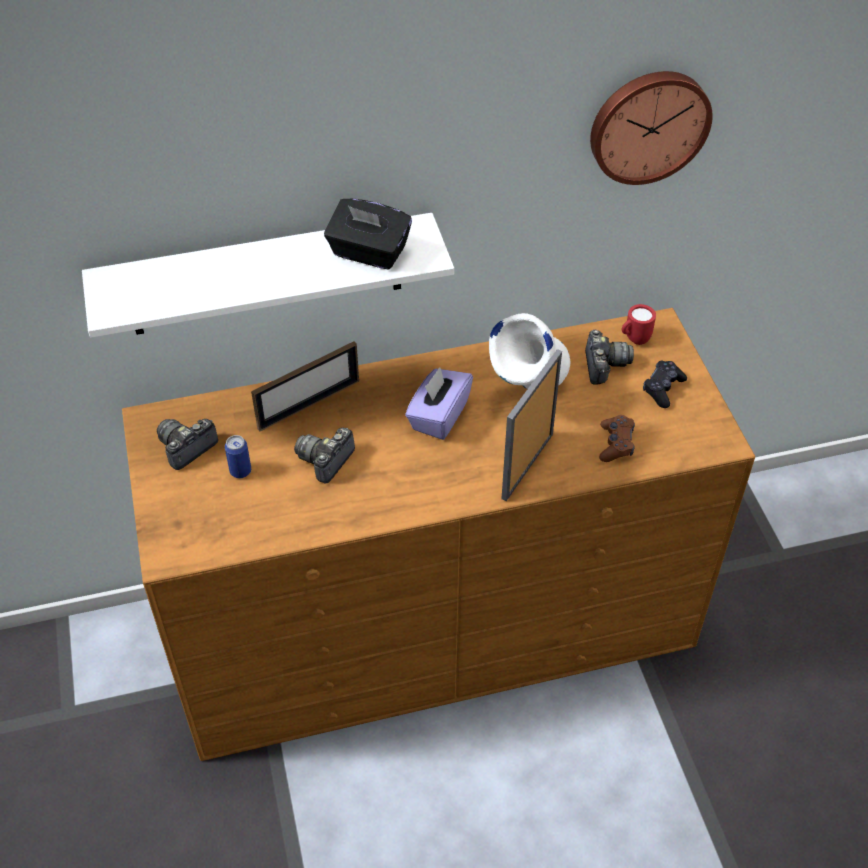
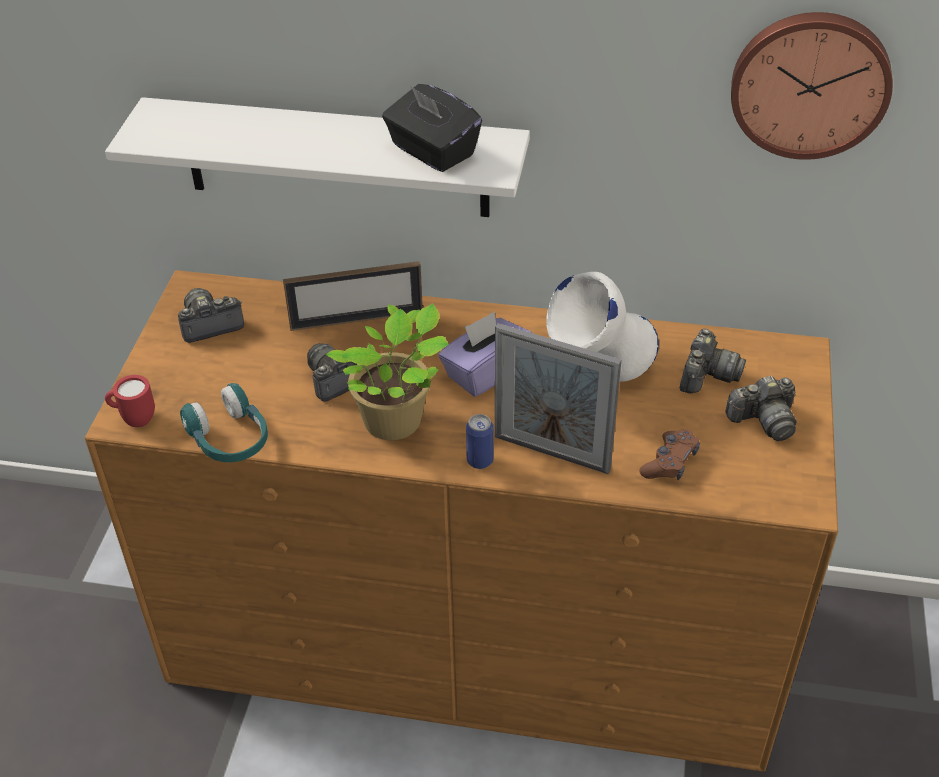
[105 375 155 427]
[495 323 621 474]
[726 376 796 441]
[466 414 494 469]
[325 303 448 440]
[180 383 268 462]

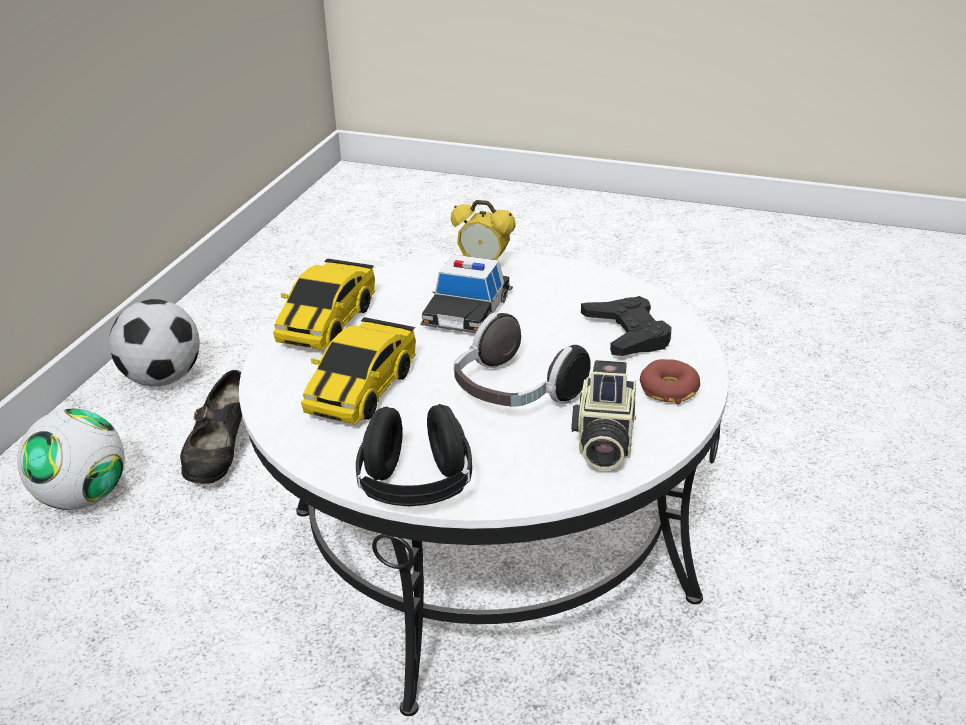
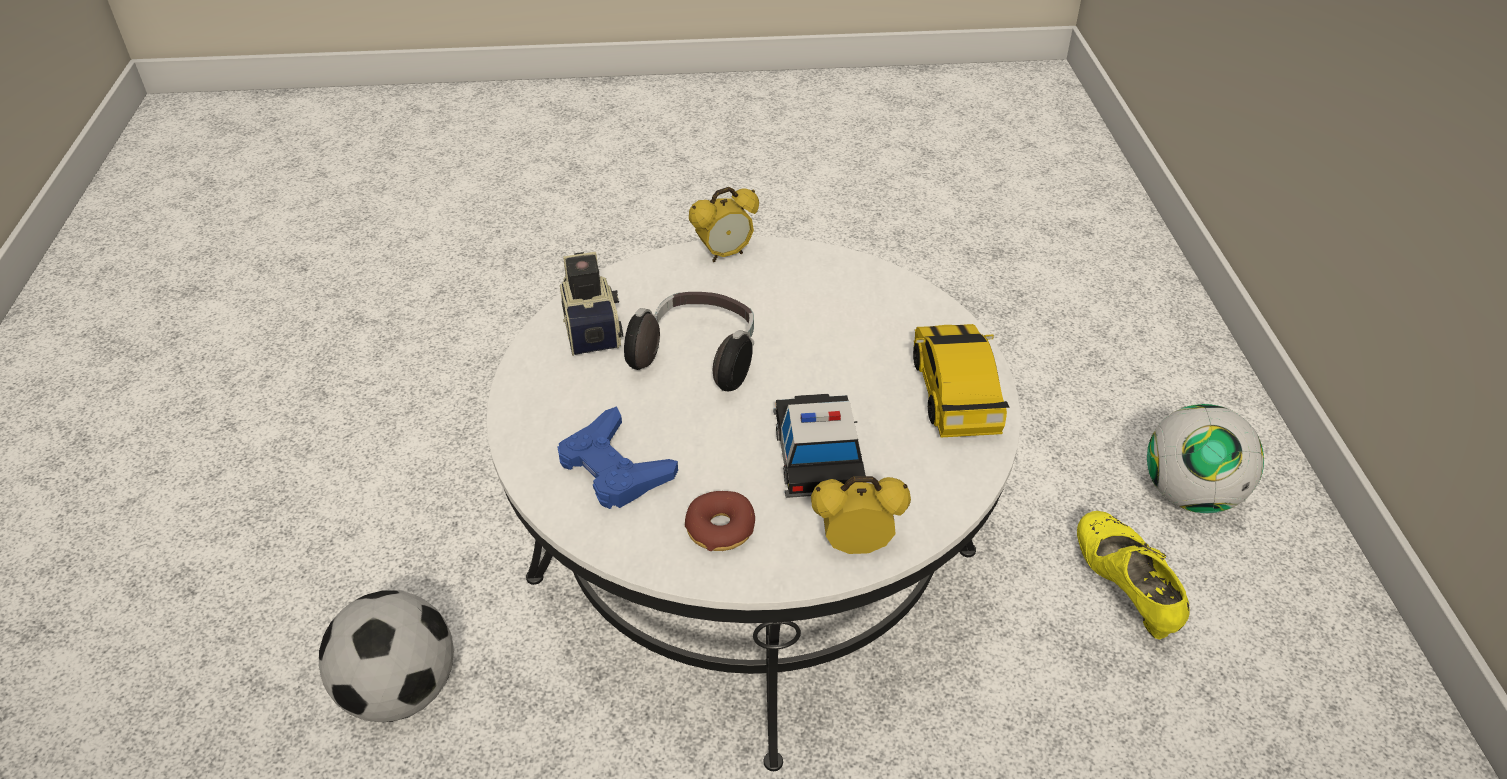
[557 406 678 509]
[319 590 454 722]
[301 317 416 425] (first image)
[685 491 755 551]
[1077 511 1190 639]
[689 187 759 262]

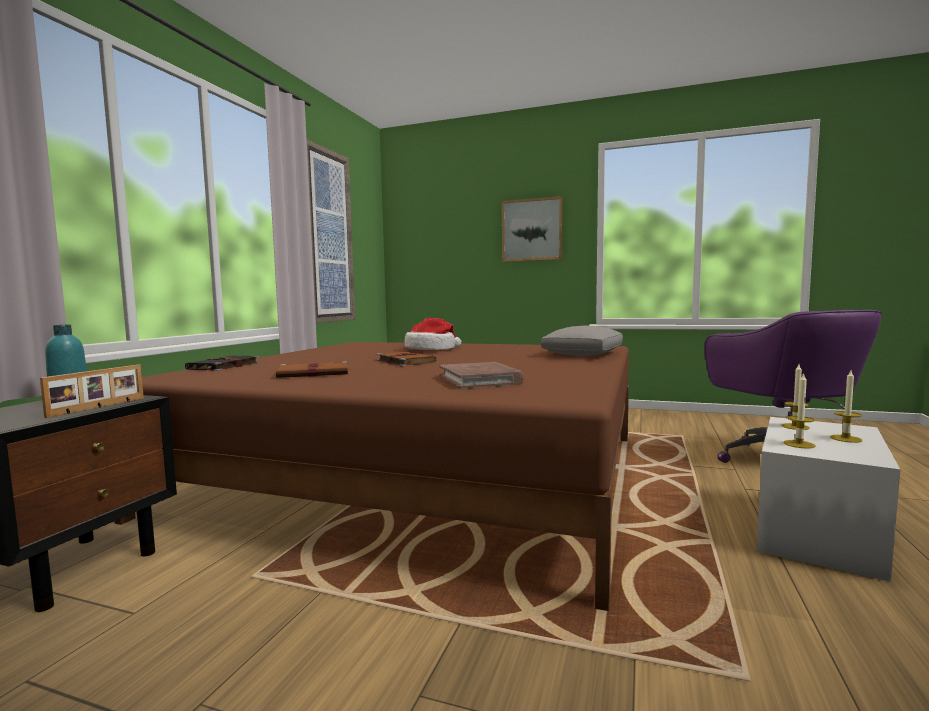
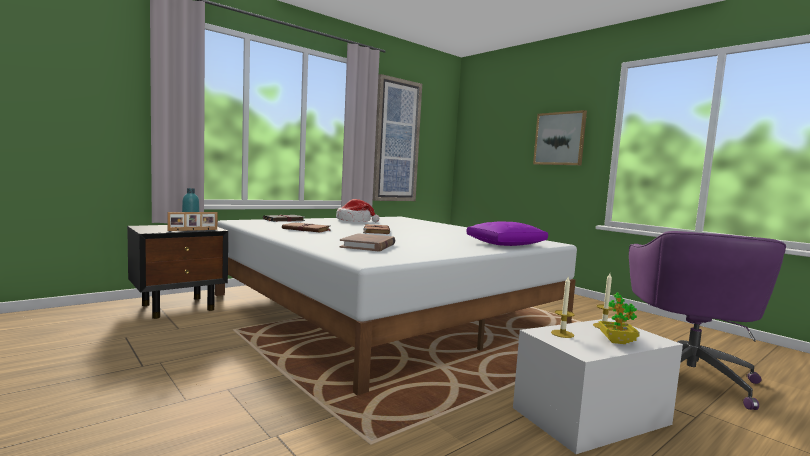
[336 199 379 222]
[466 221 548 246]
[215 217 577 396]
[598 293 640 344]

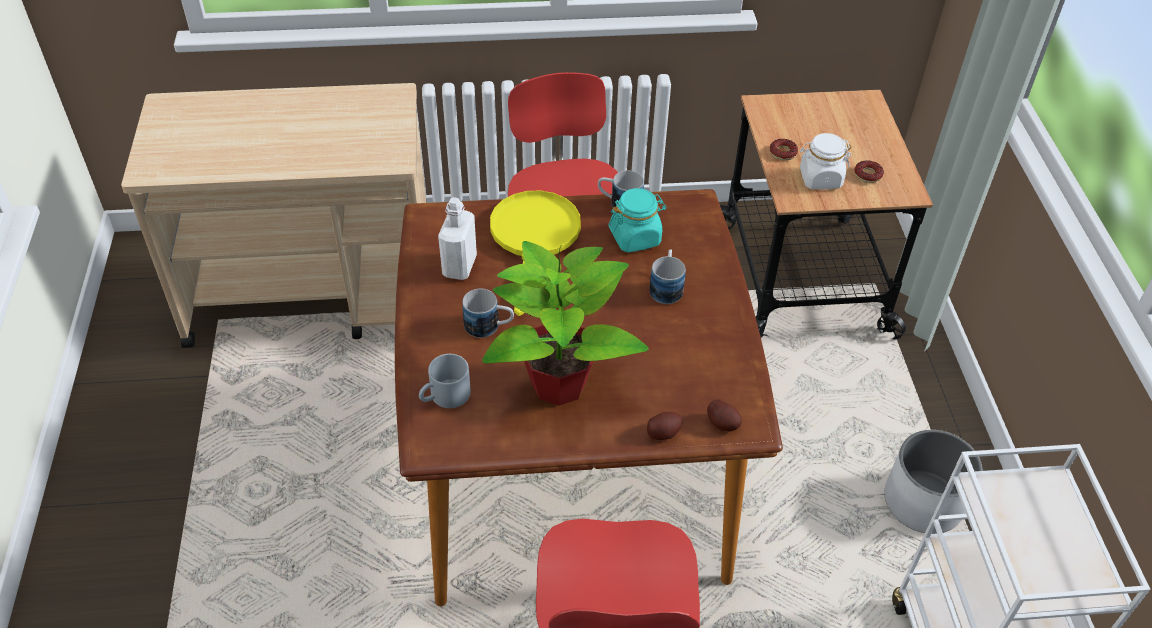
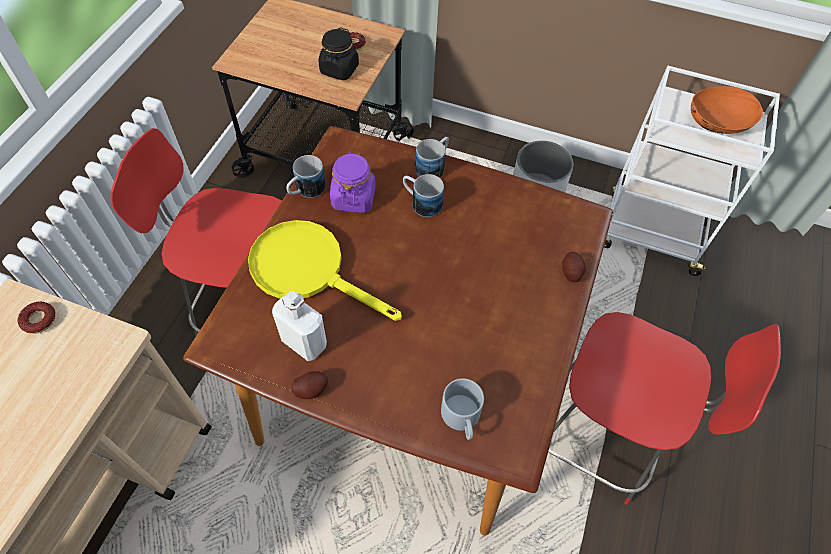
[318 27 359 80]
[18 302 56 334]
[330 152 376 213]
[482 241 649 406] (first image)
[415 137 449 178]
[292 371 328 399]
[691 86 763 134]

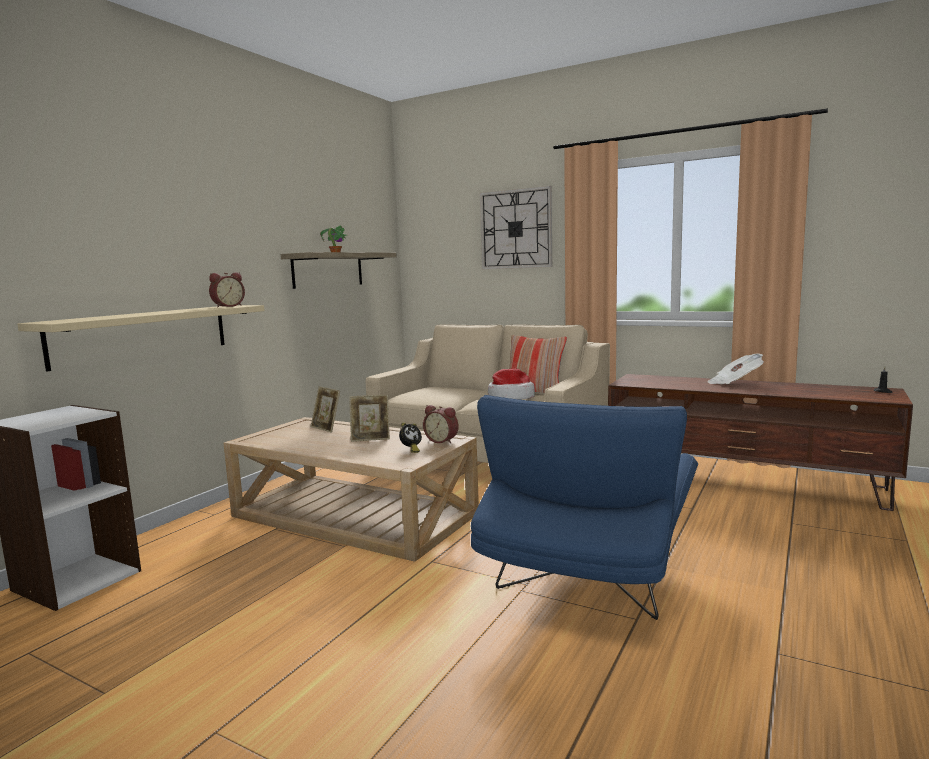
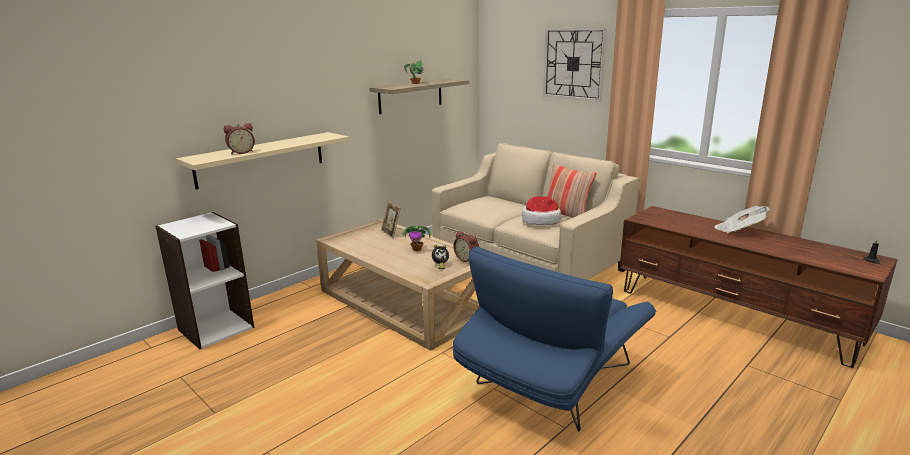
[224 123 255 155]
[402 225 431 251]

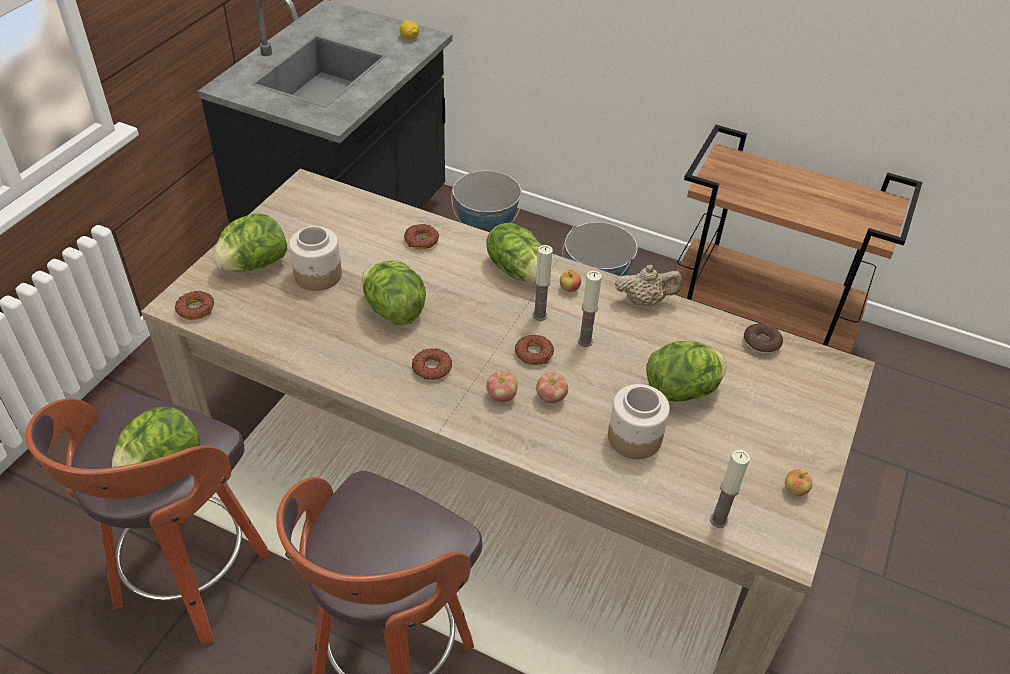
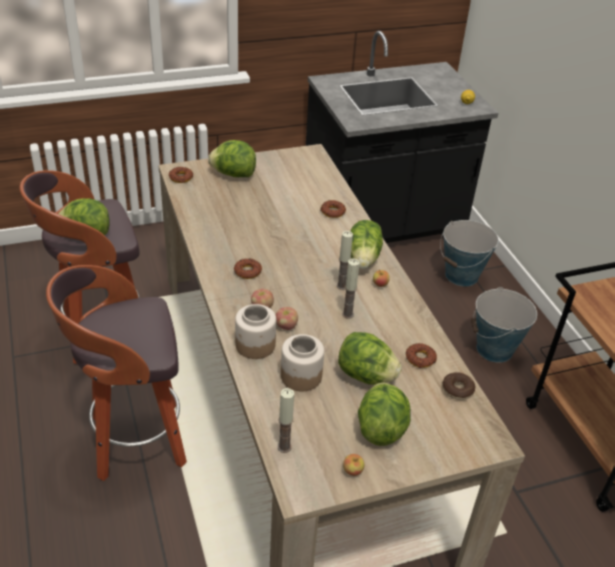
[235 304 276 359]
[358 383 411 446]
[615 265 683 306] (first image)
[406 343 437 368]

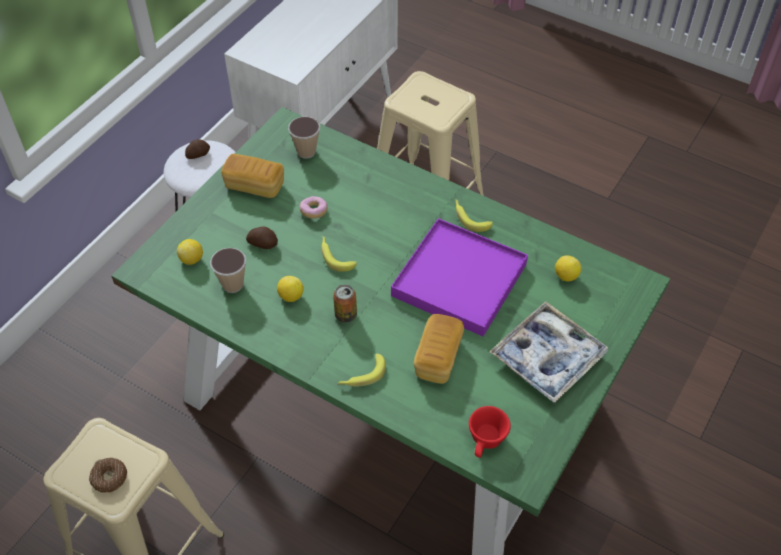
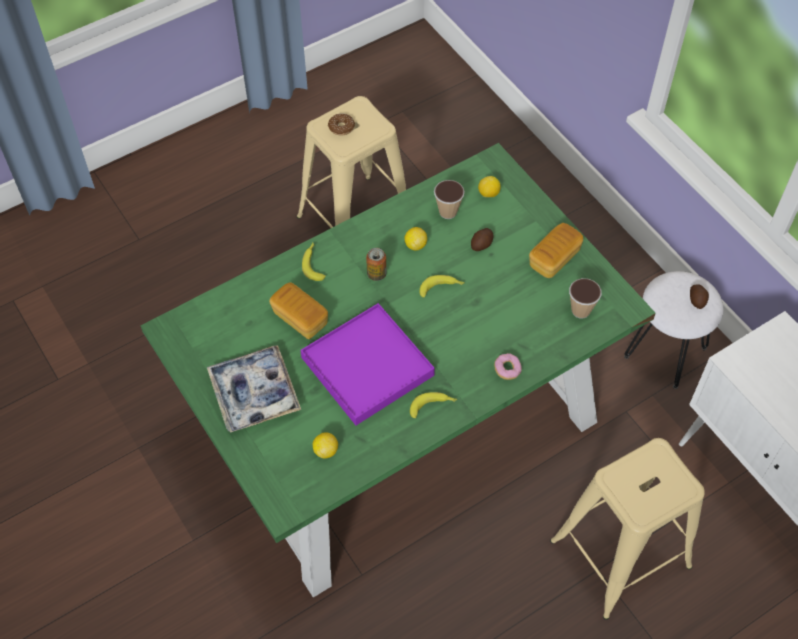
[494 353 522 380]
[469 406 511 458] (first image)

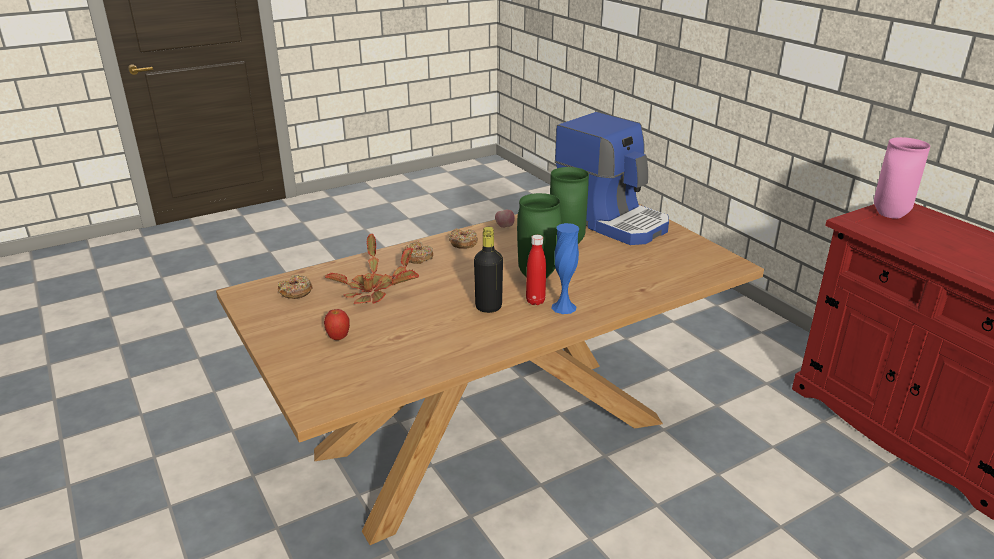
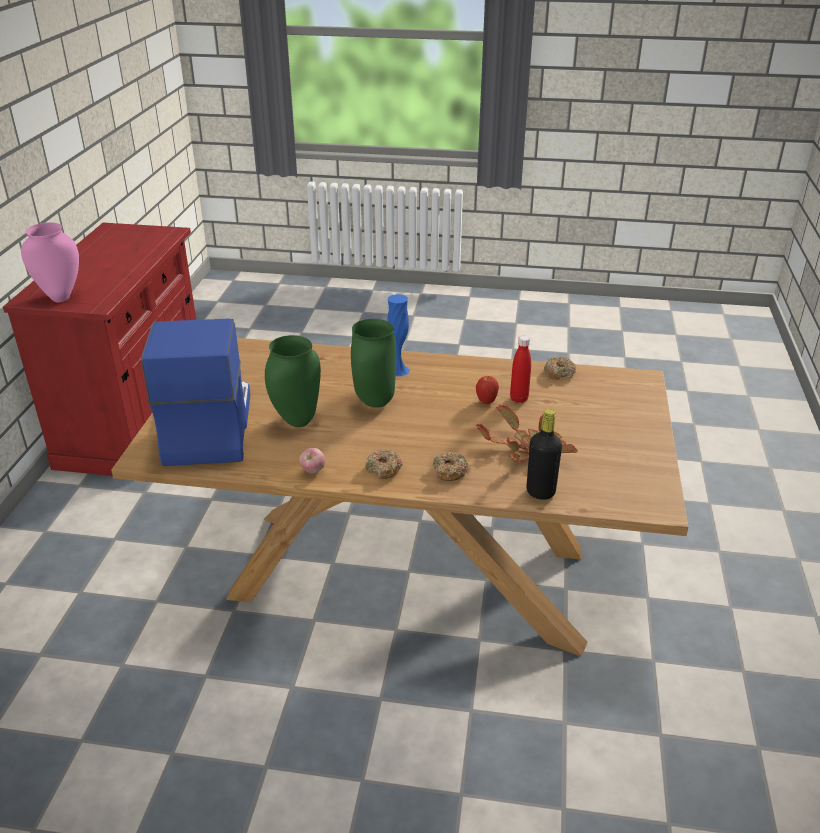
[526 409 562 500]
[510 336 531 403]
[544 356 576 380]
[476 376 499 404]

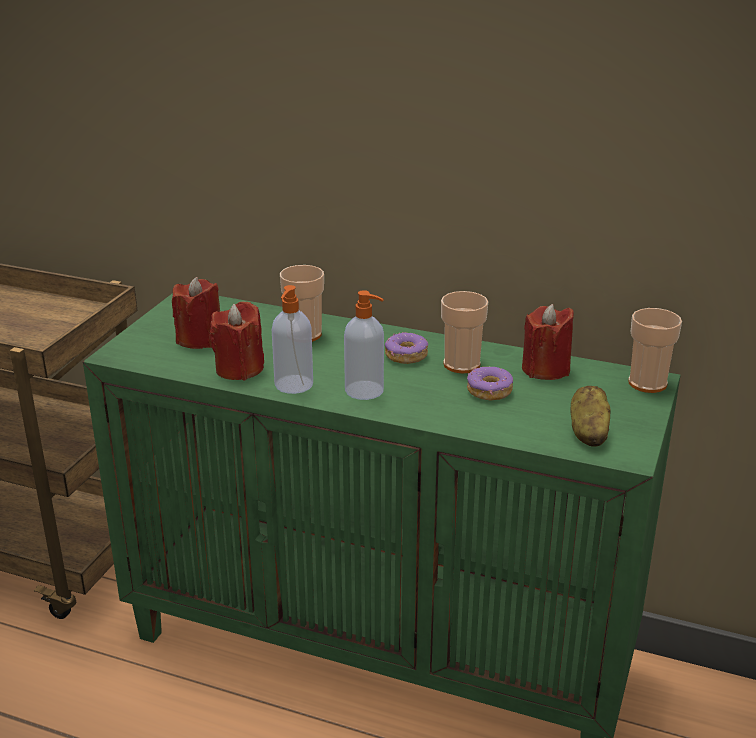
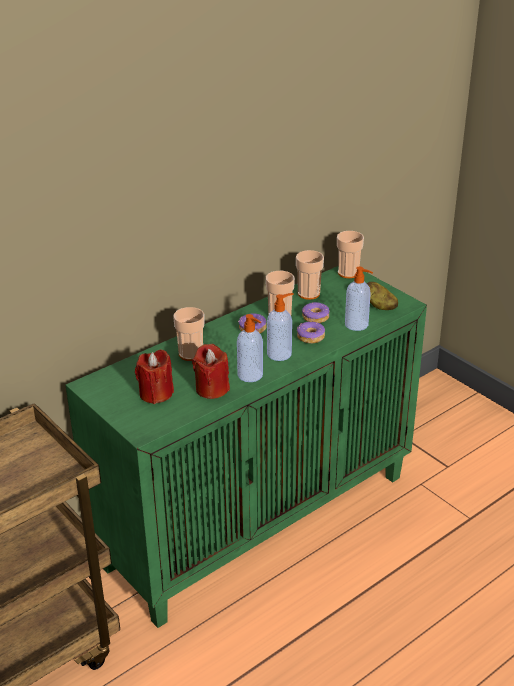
[296 250 324 300]
[345 266 373 331]
[297 322 325 344]

